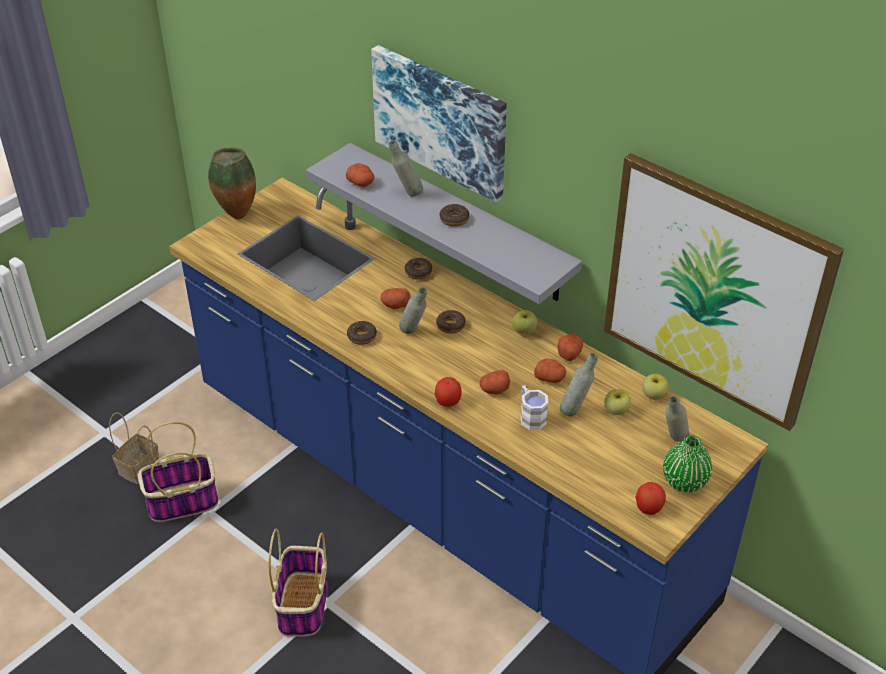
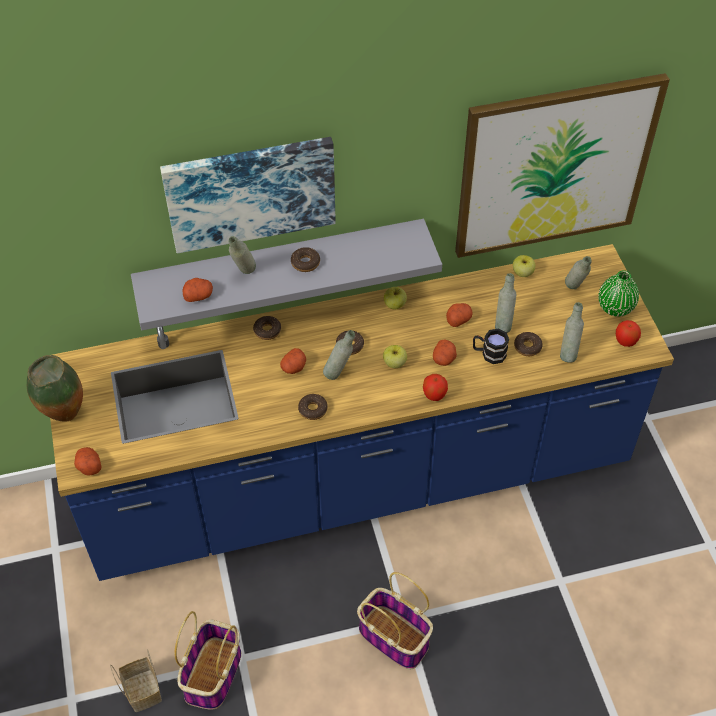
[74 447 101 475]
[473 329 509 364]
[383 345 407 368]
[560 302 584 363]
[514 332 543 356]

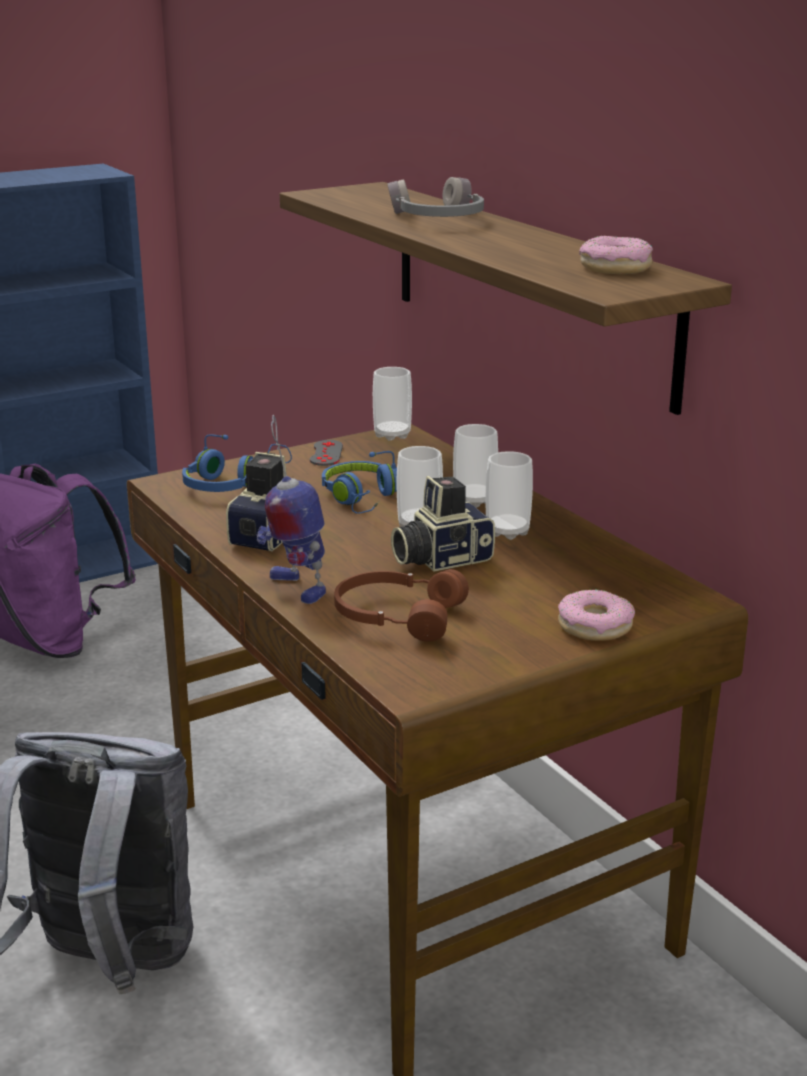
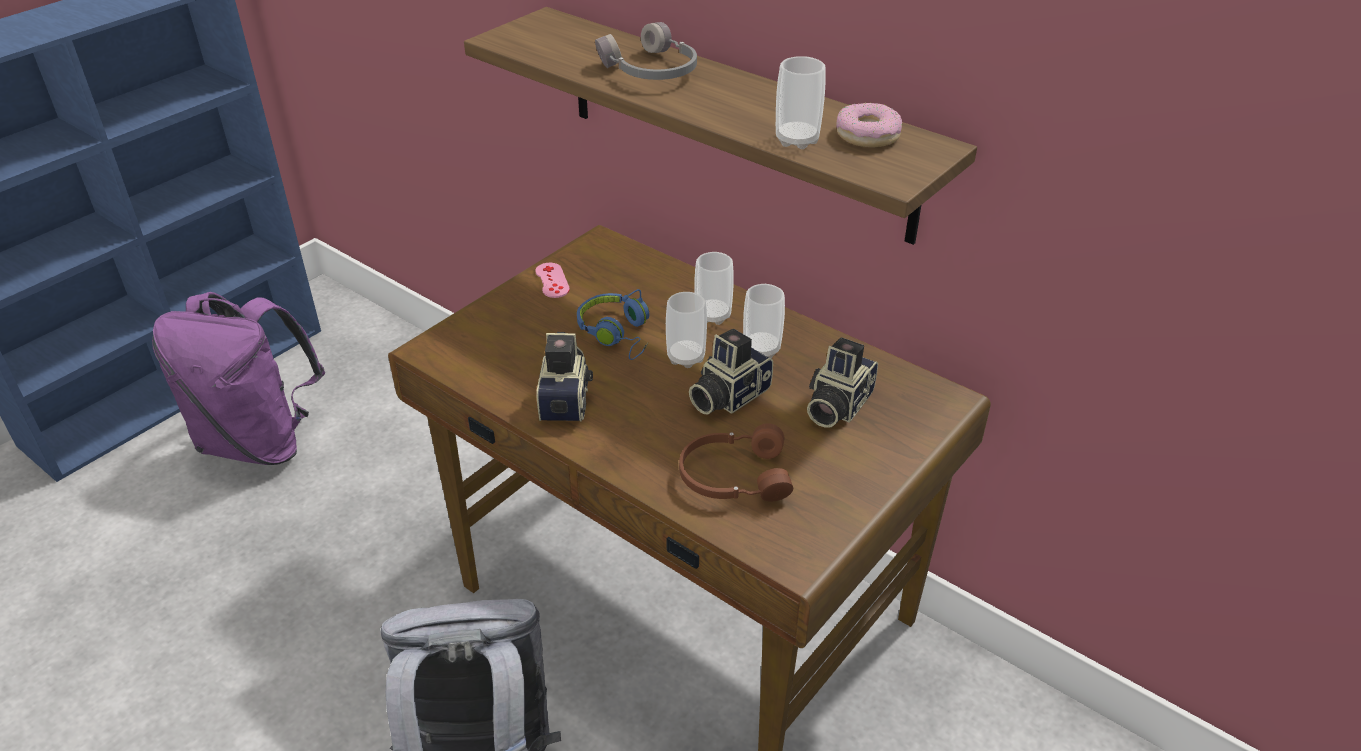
[776 56 826 149]
[256 415 326 604] (first image)
[182 434 292 492] (first image)
[536 263 570 298]
[558 590 635 641] (first image)
[807 337 878 428]

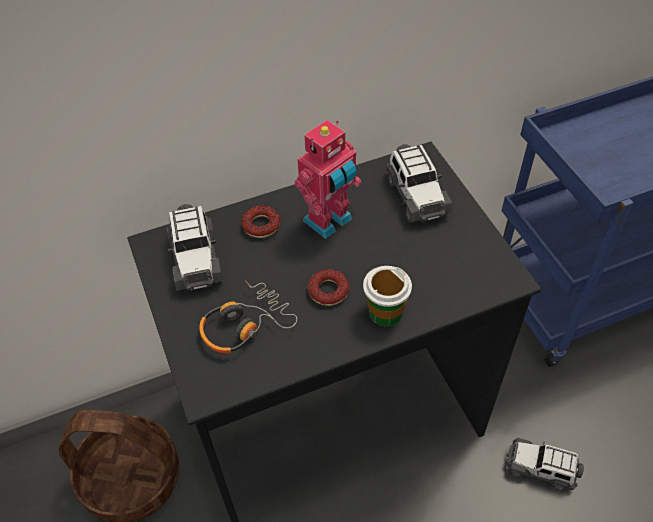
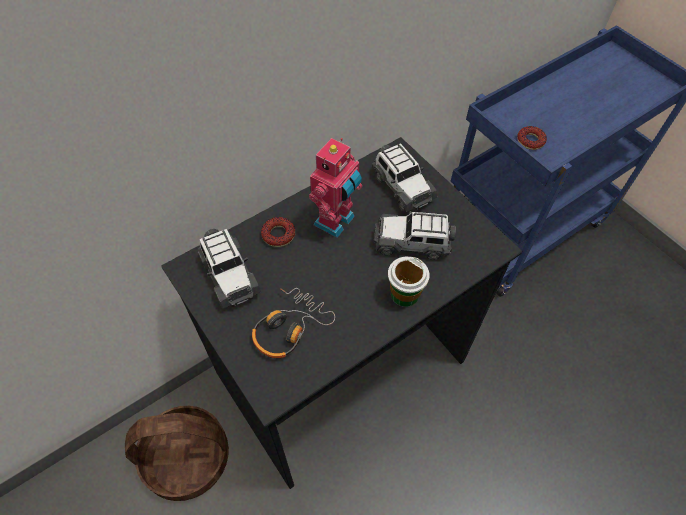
[517 126 547 150]
[374 211 456 260]

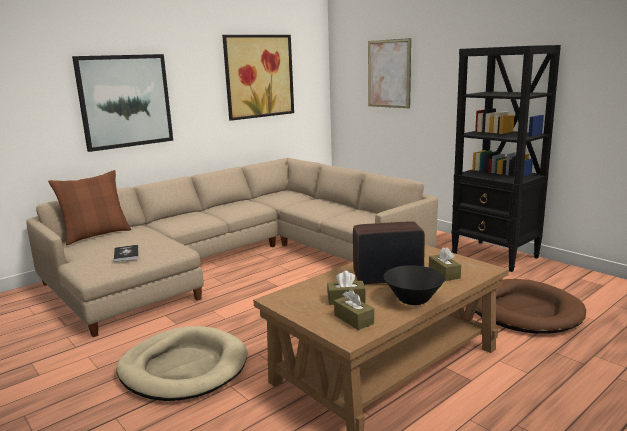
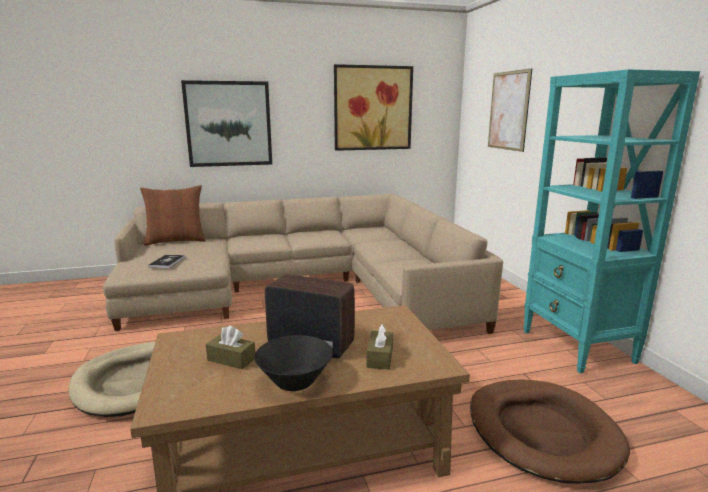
[523 69 700 373]
[334 289 374 330] (first image)

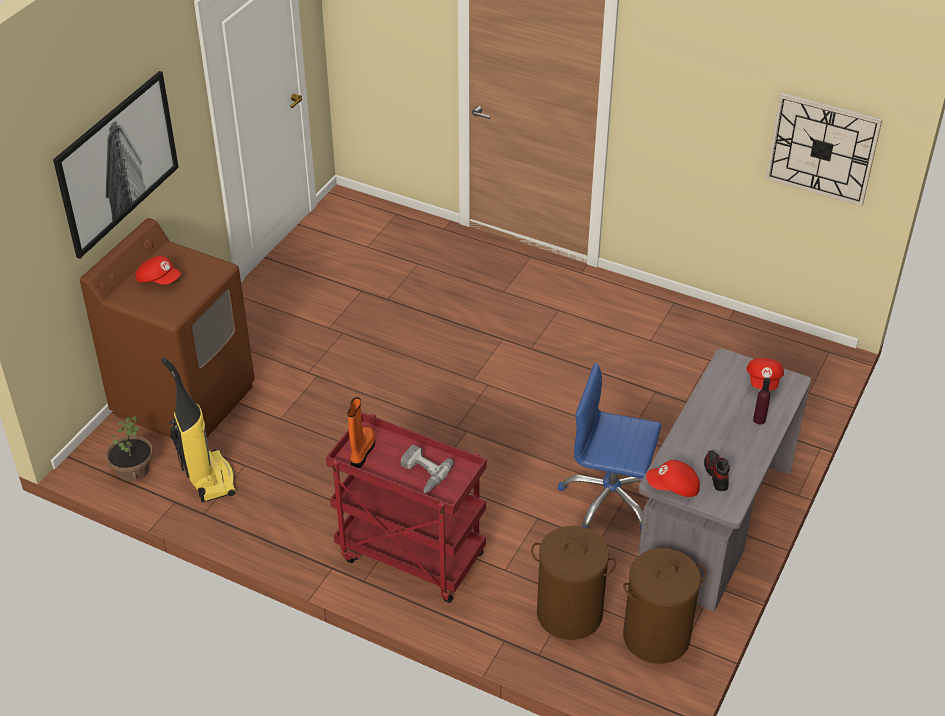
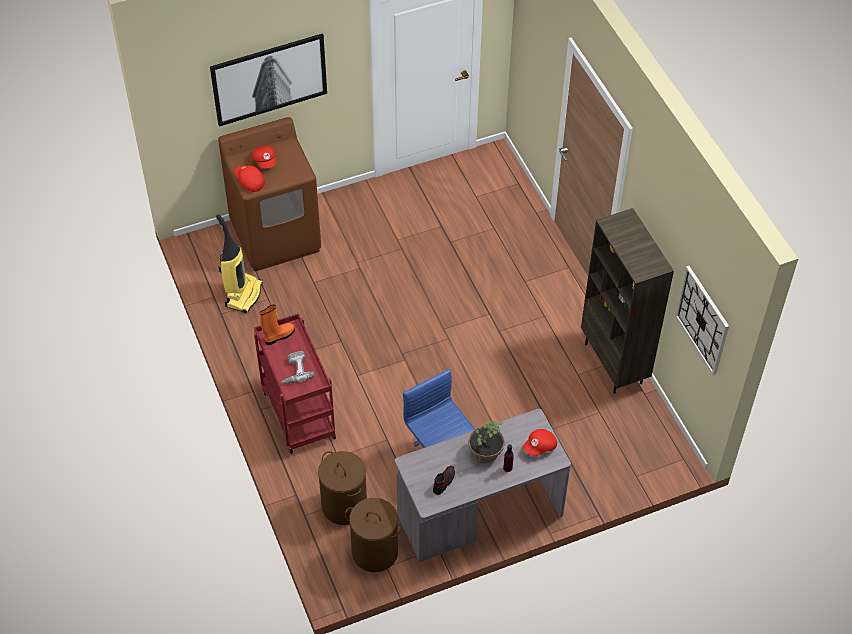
[468 420 505 463]
[234 165 265 192]
[581 208 674 394]

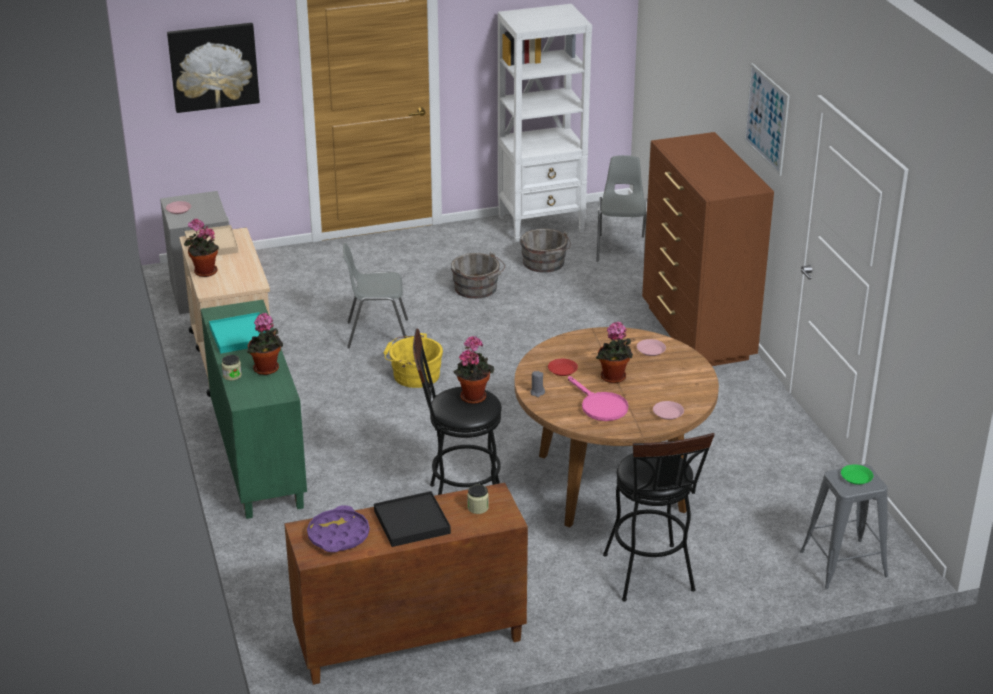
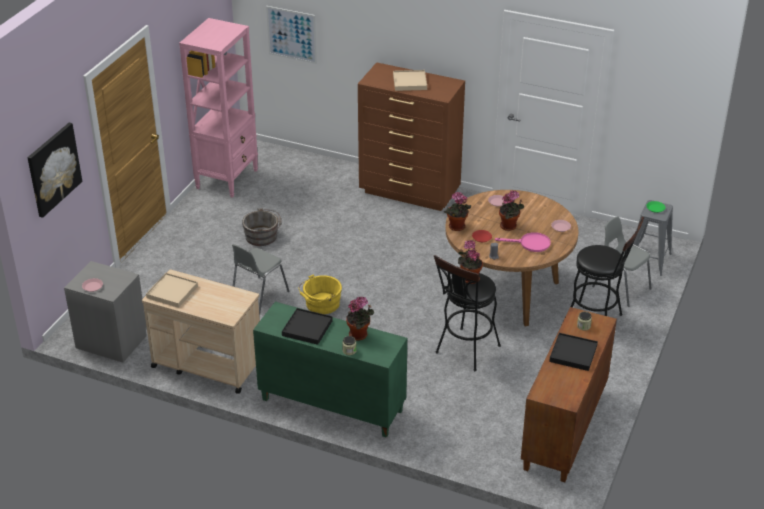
[179 18 258 198]
[266 6 317 64]
[592 216 652 307]
[444 192 471 231]
[520 229 571 273] (first image)
[282 308 333 345]
[307 505 370 552] (first image)
[393 70 427 91]

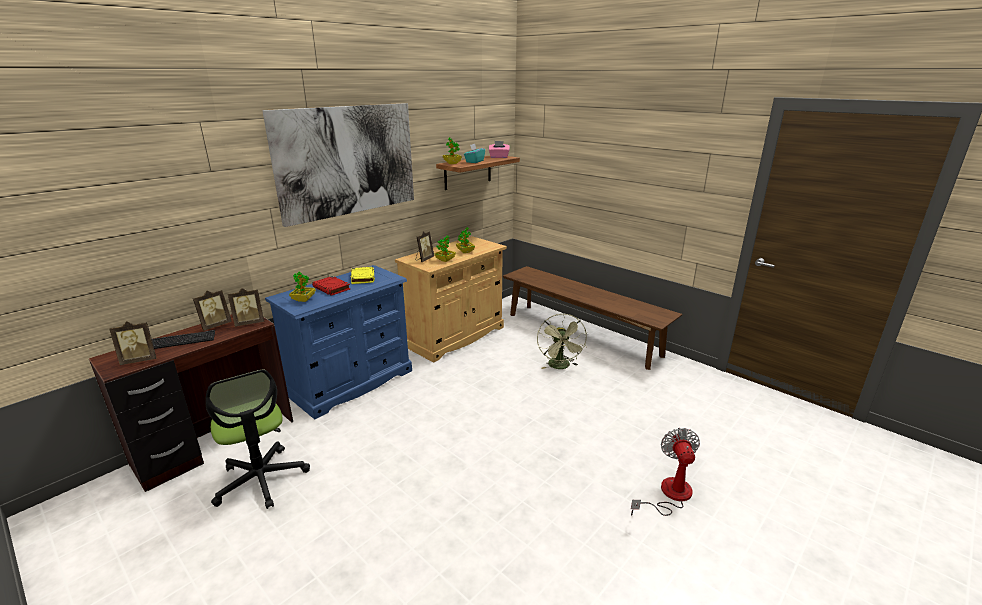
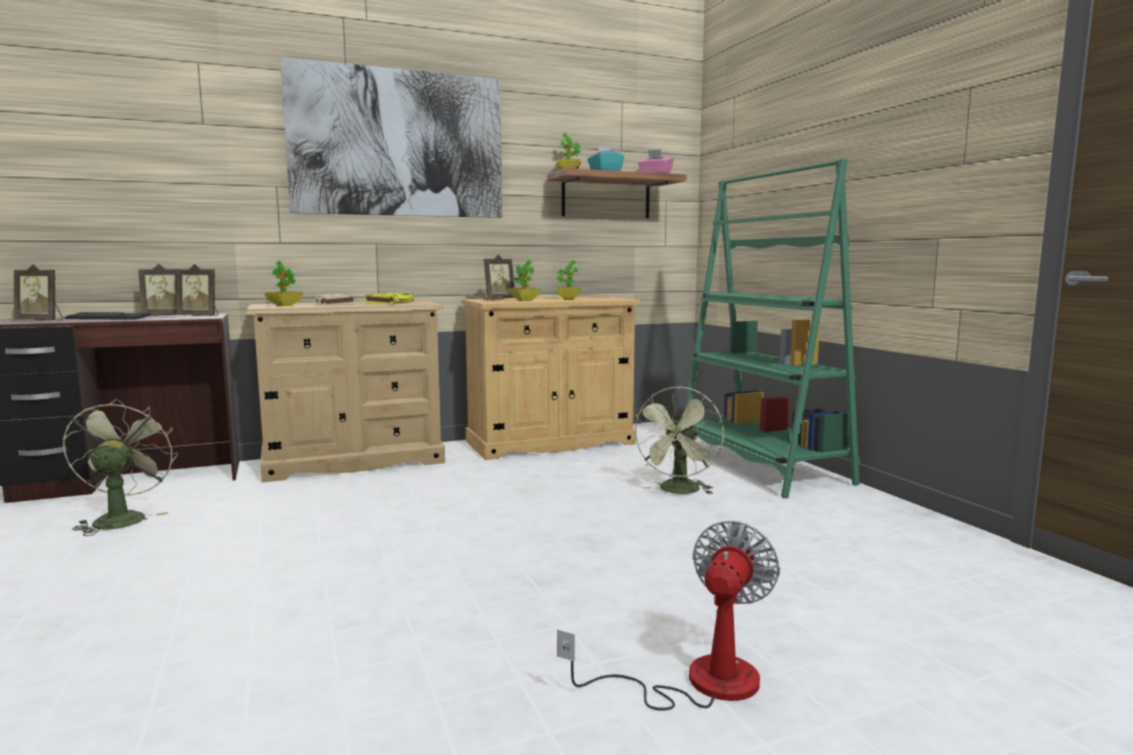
[246 301 445 483]
[685 159 860 498]
[316 294 355 305]
[63 399 178 536]

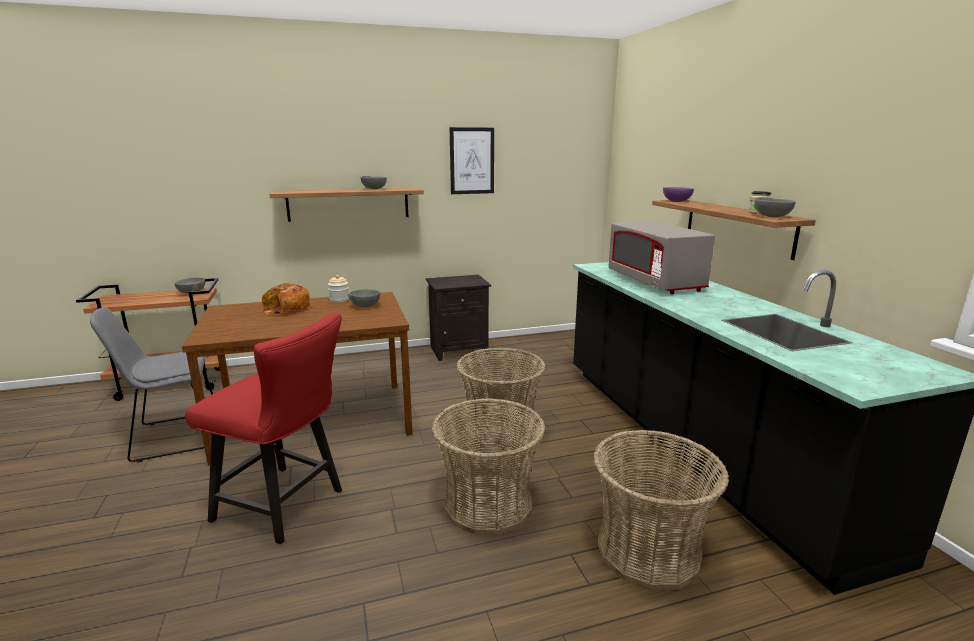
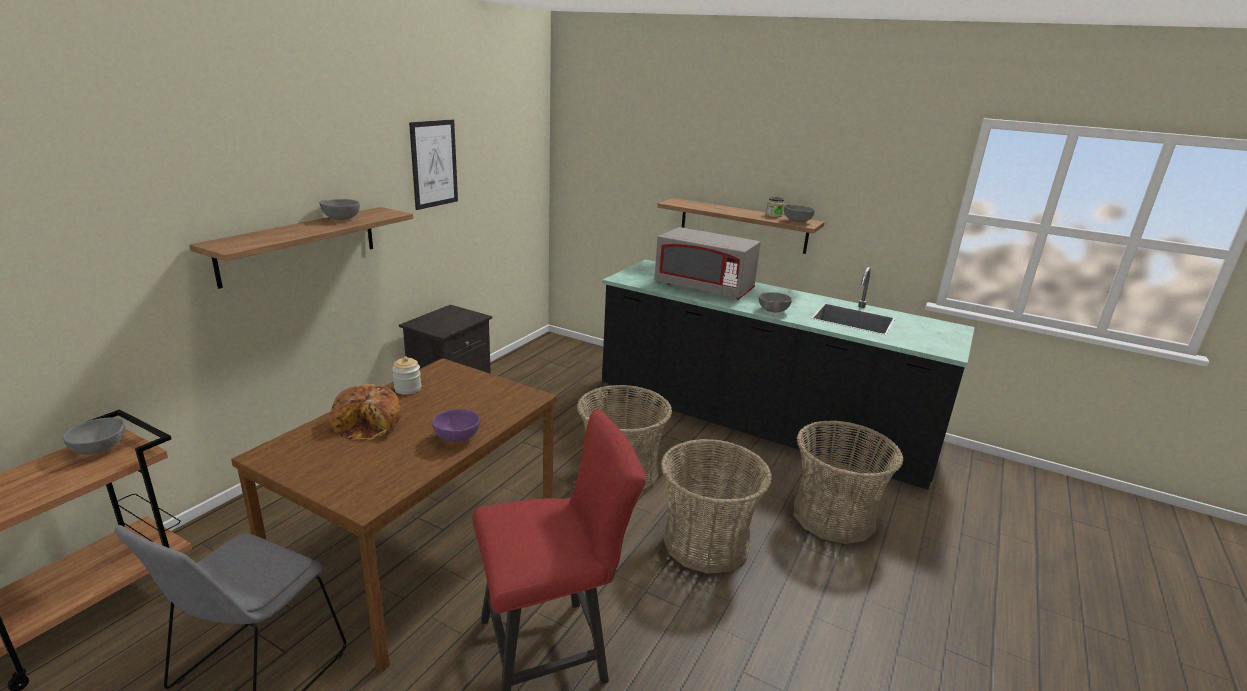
[432 409 480 442]
[759 292 792 312]

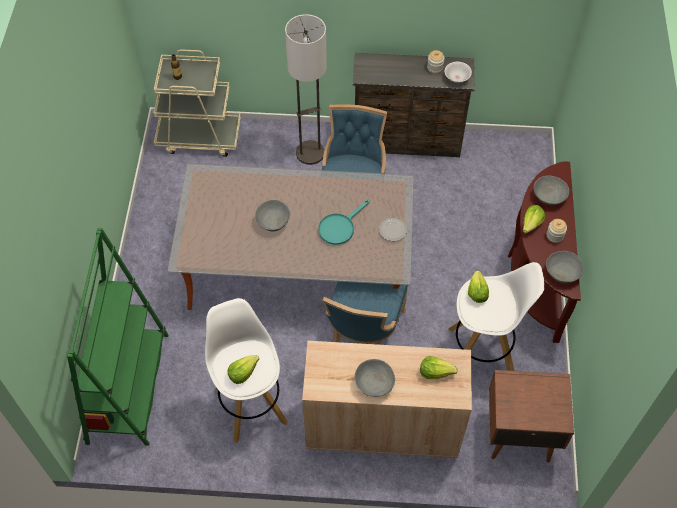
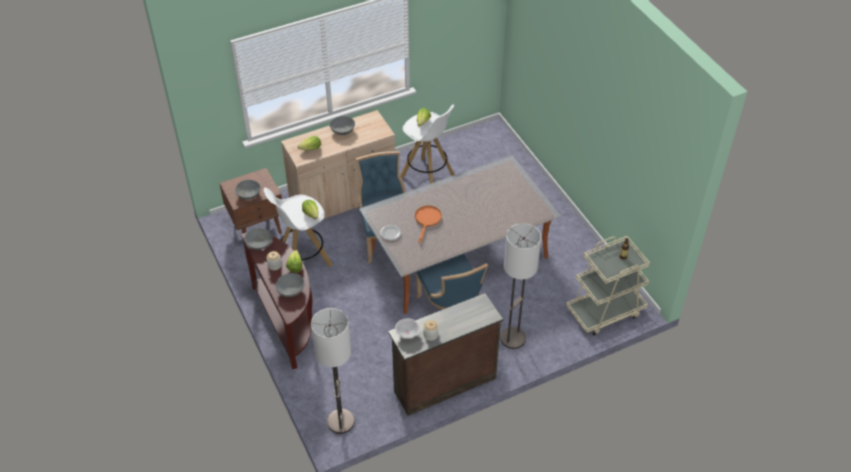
[415 205 442 243]
[235 180 261 200]
[67 228 168 446] (first image)
[311 308 355 434]

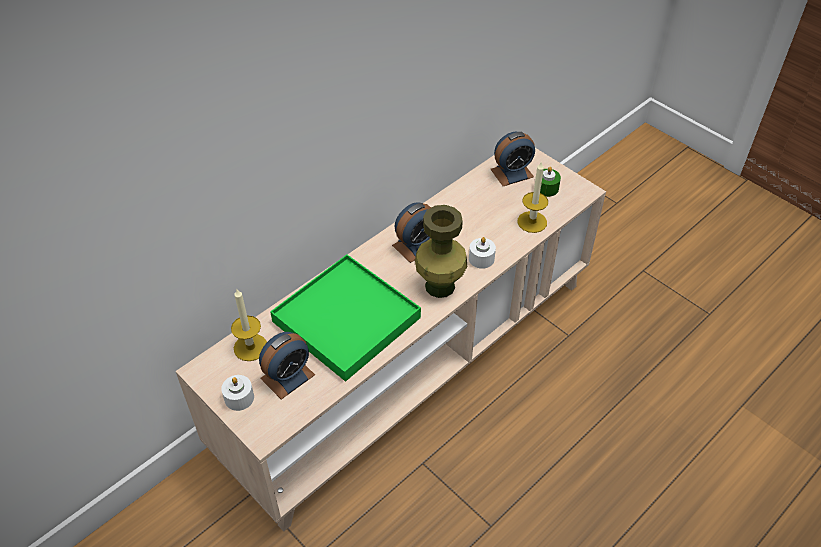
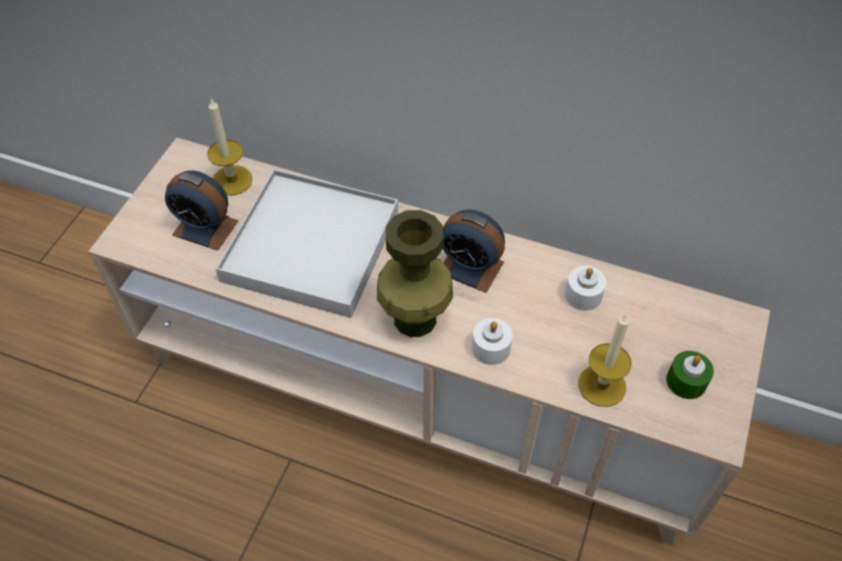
[491 132 535 186] (first image)
[215 169 398 318]
[565 266 606 311]

